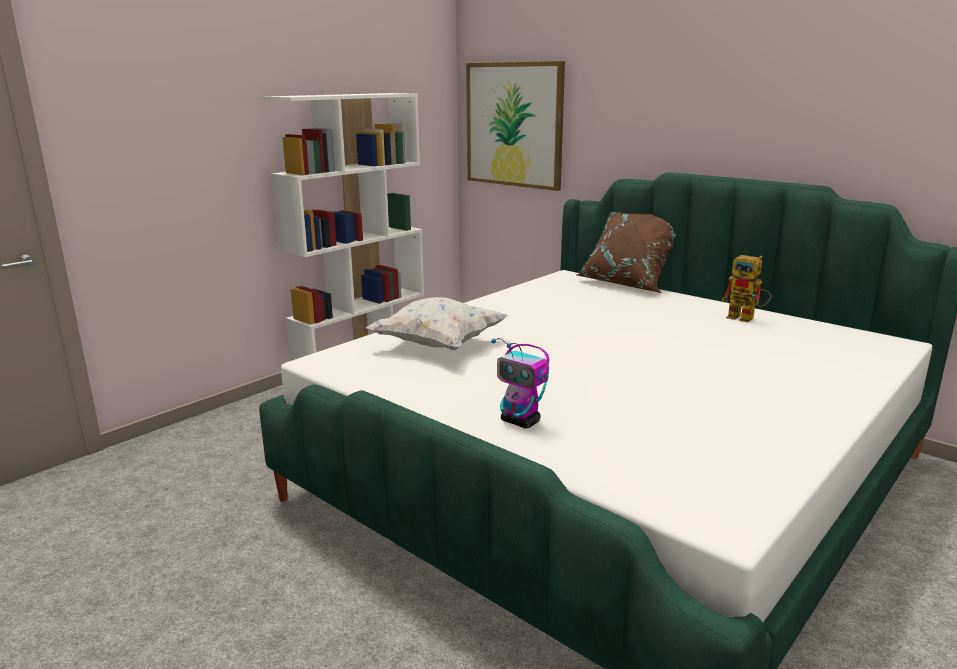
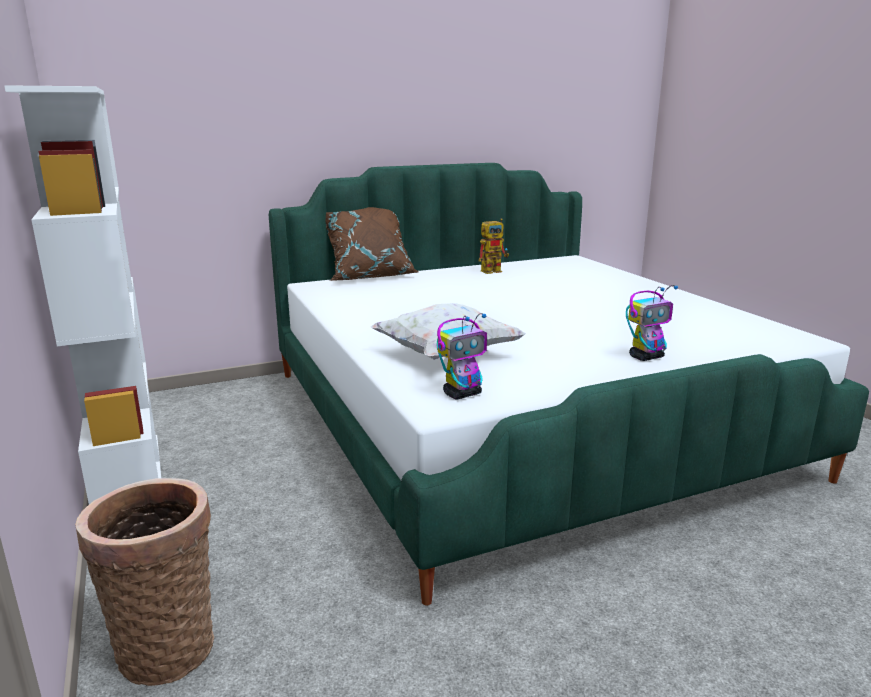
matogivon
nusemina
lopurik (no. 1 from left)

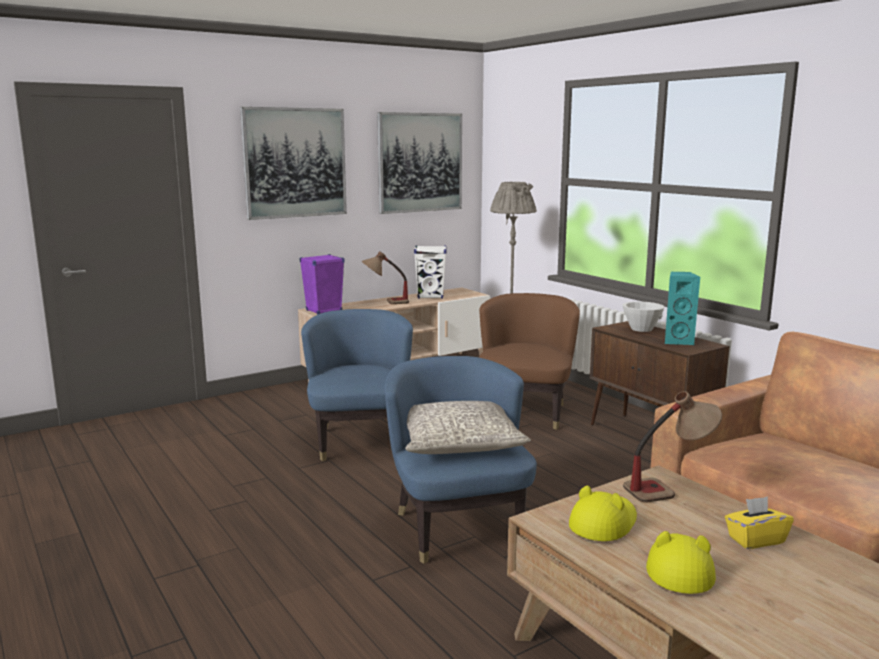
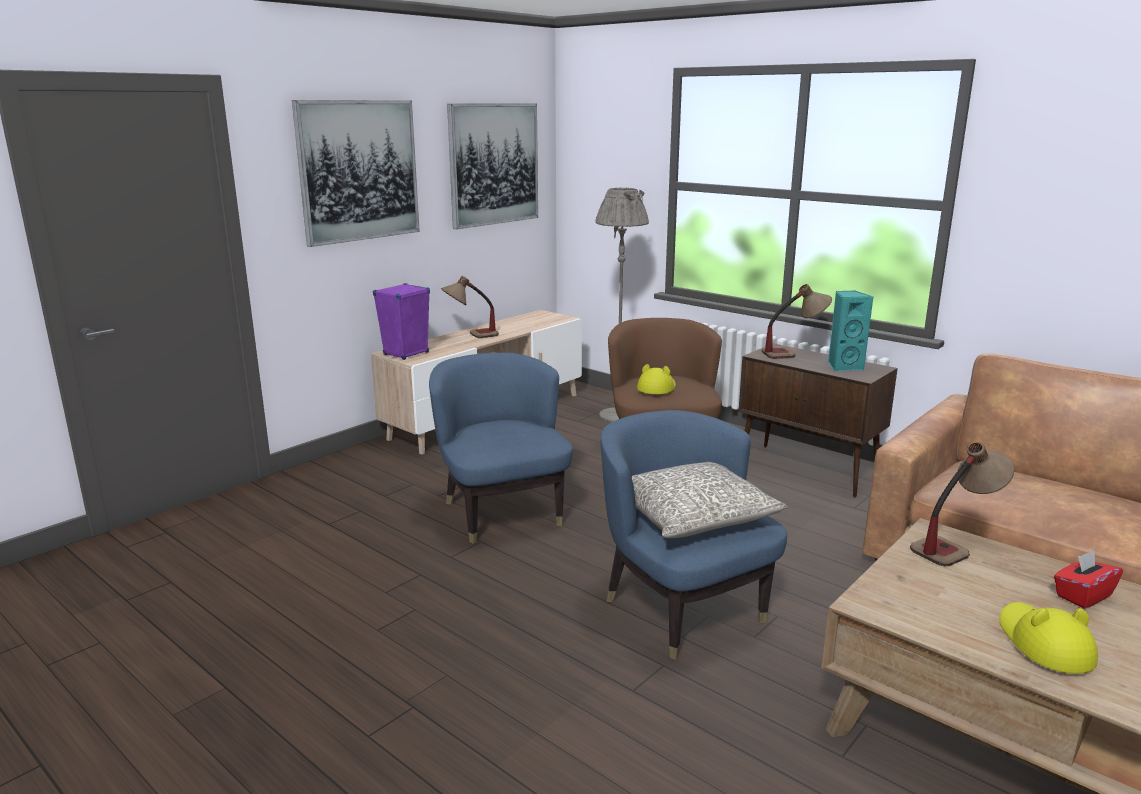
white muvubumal
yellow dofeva (no. 1 from left)
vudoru (no. 2 from left)
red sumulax

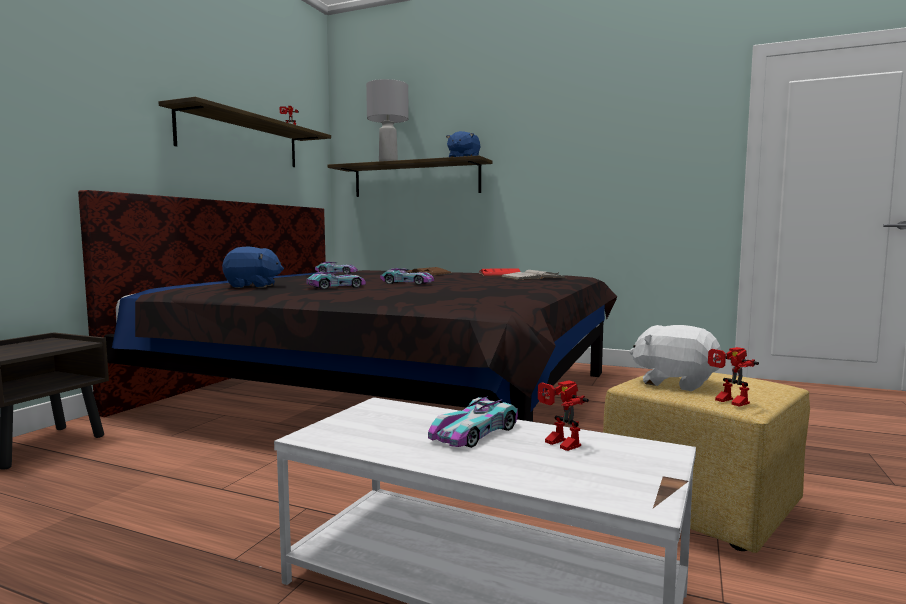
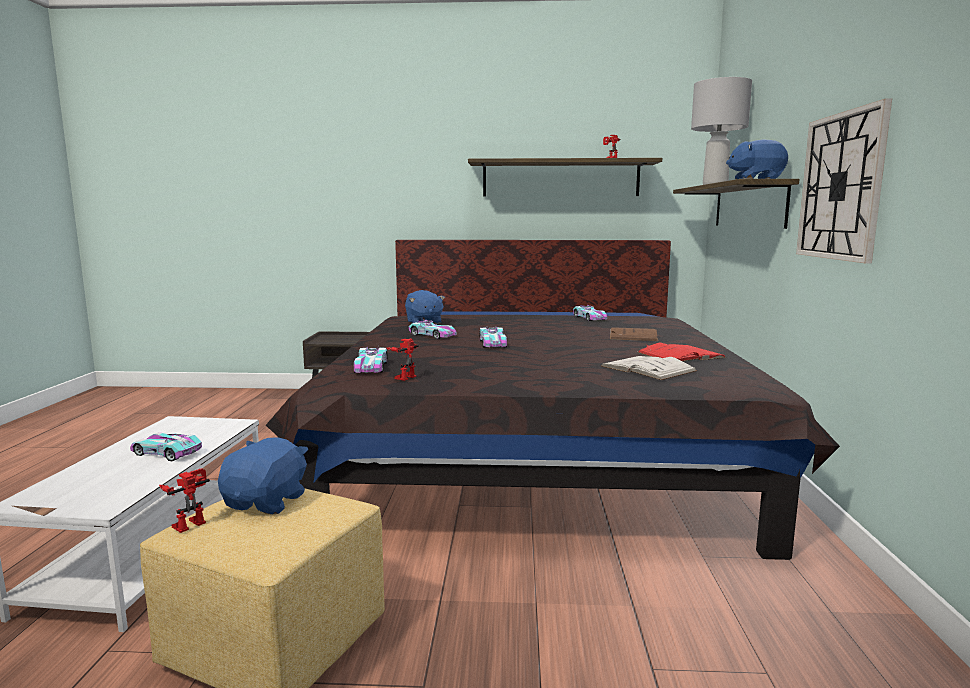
lopurik (no. 2 from left)
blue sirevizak (no. 1 from left)
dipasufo (no. 2 from left)
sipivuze

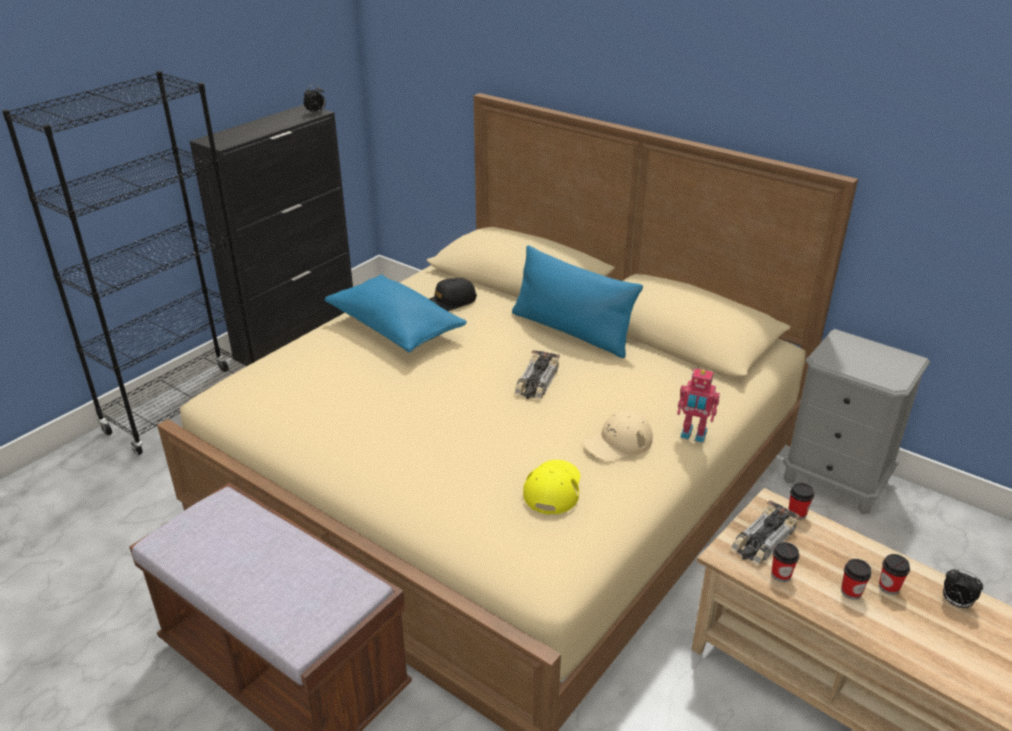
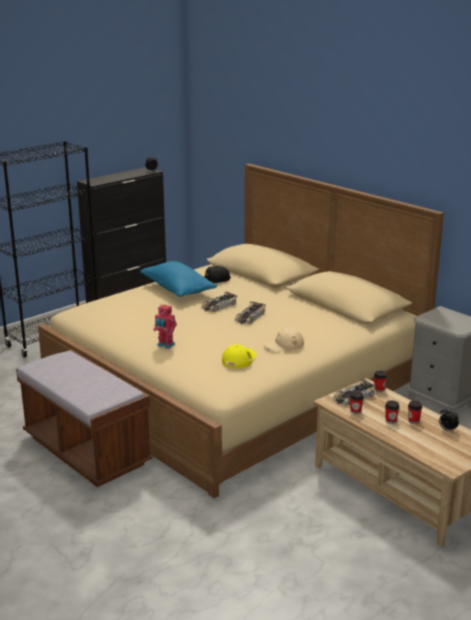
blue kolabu (no. 2 from left in the first image)
lopurik
dipasufo (no. 1 from left)

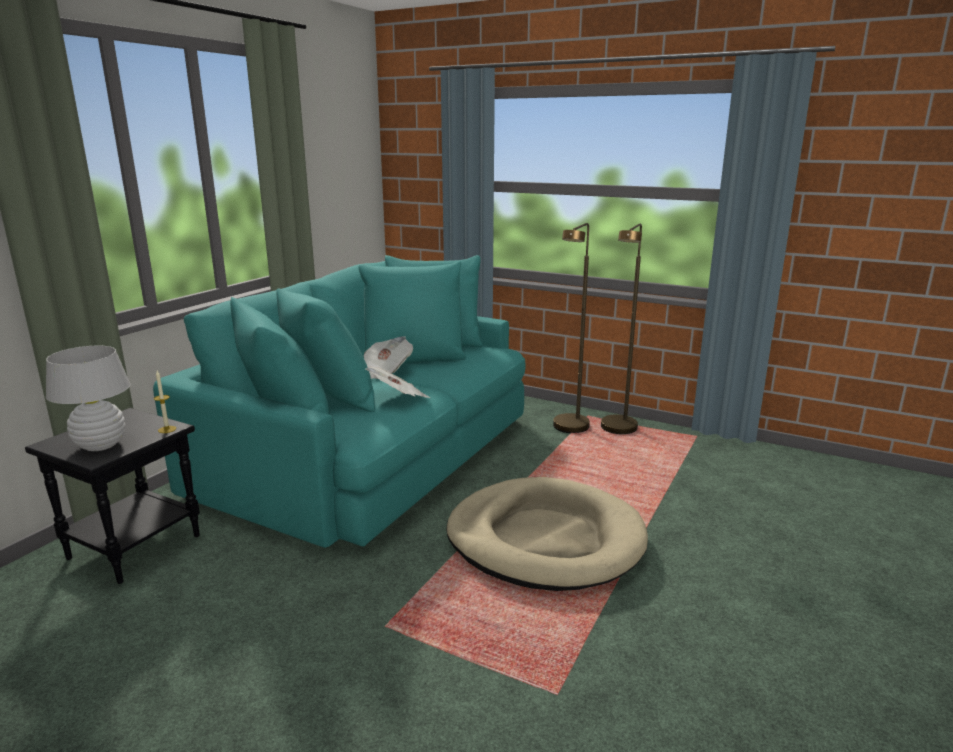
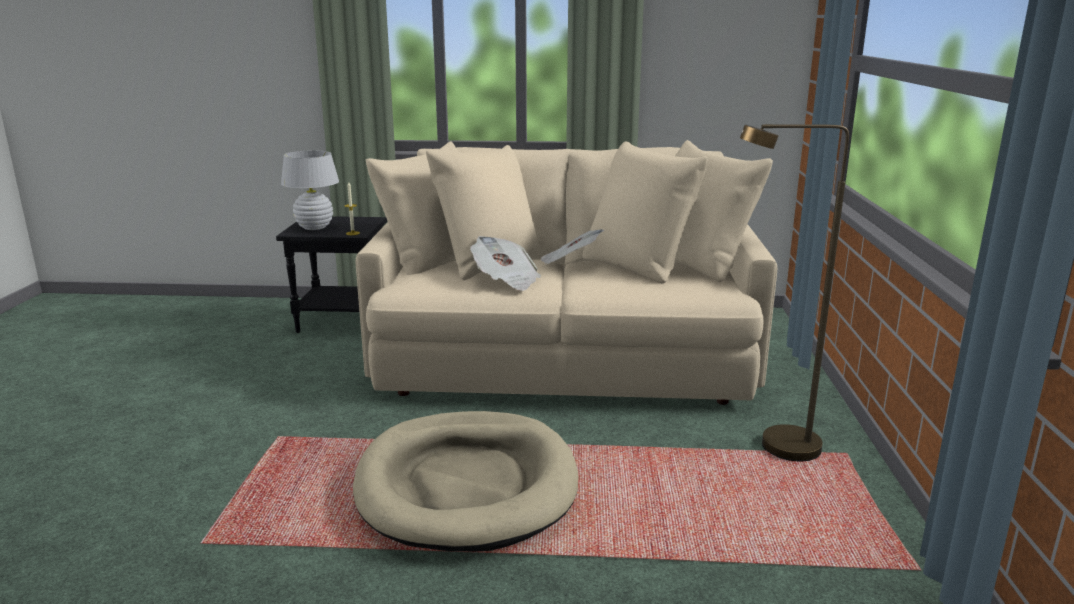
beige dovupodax
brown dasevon (no. 2 from left in the first image)

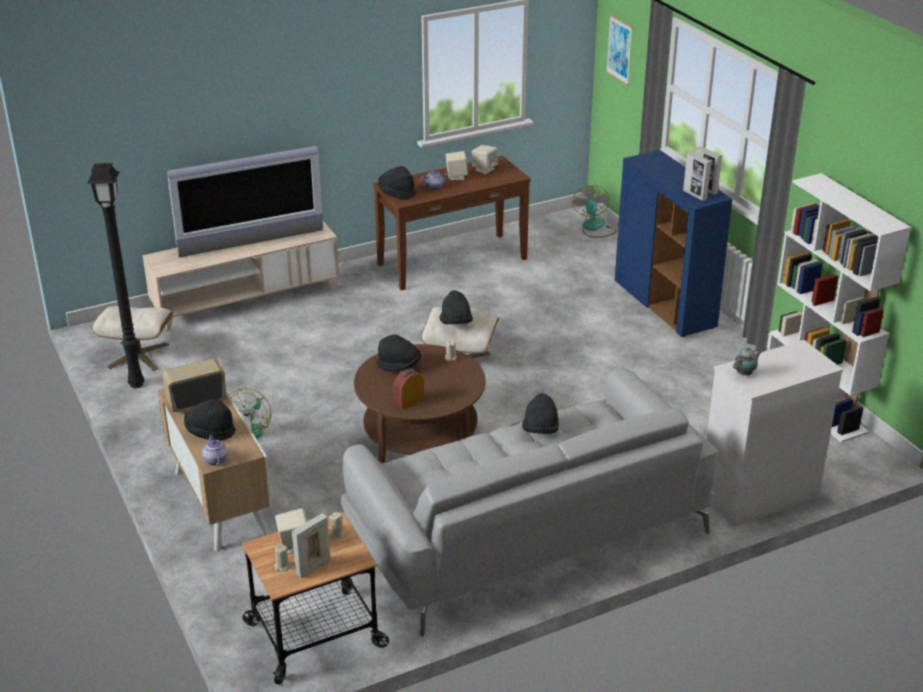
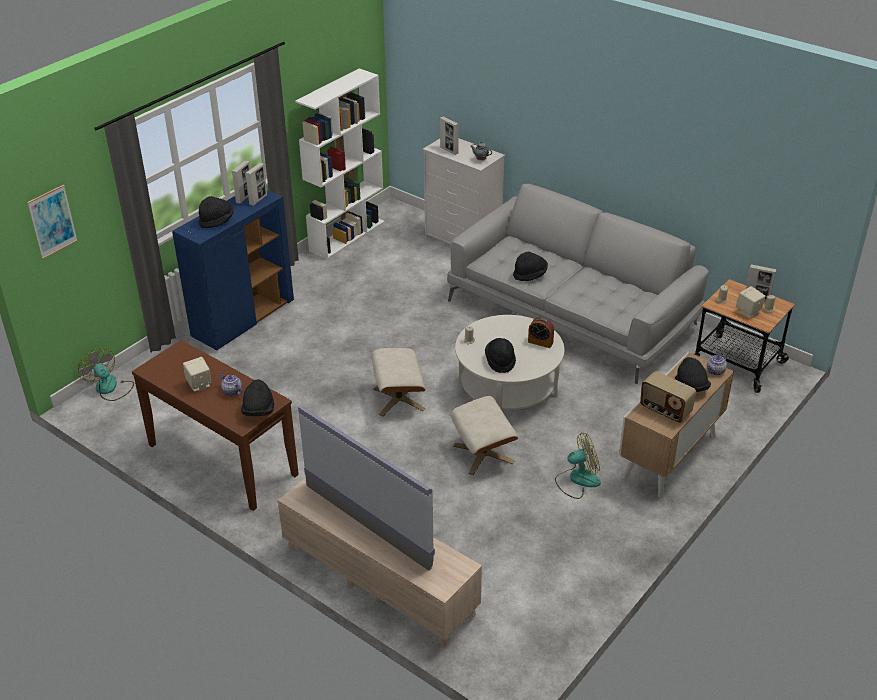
black dasevon
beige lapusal (no. 2 from left)
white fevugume
black dofeva (no. 1 from left)
beige muvubumal (no. 3 from left in the first image)
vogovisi (no. 1 from left)
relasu (no. 3 from left)

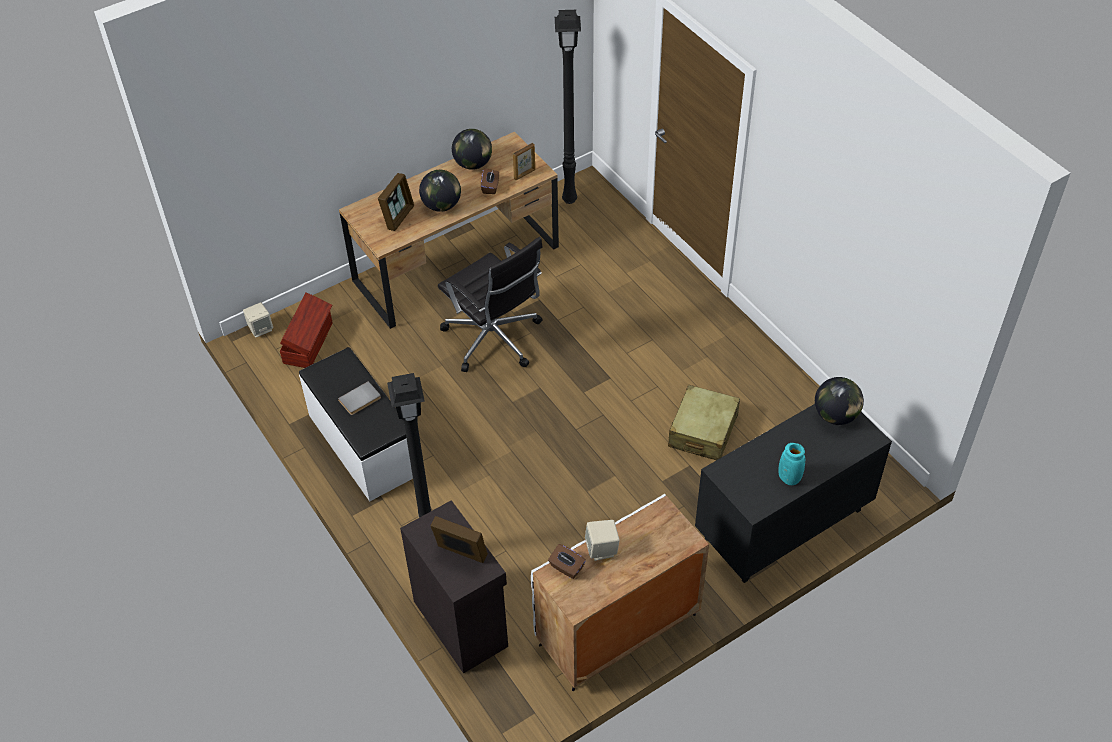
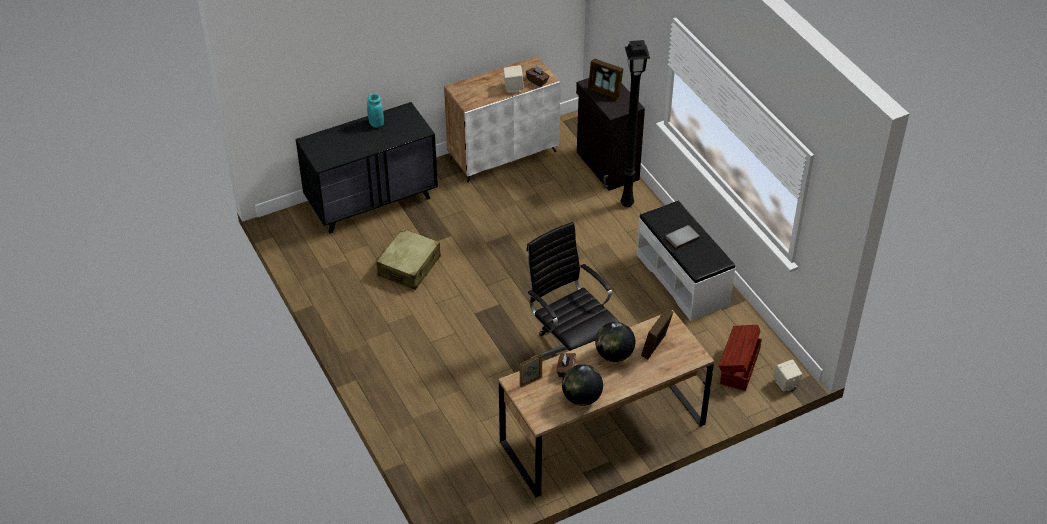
black dasevon (no. 2 from left in the first image)
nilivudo (no. 3 from left in the first image)

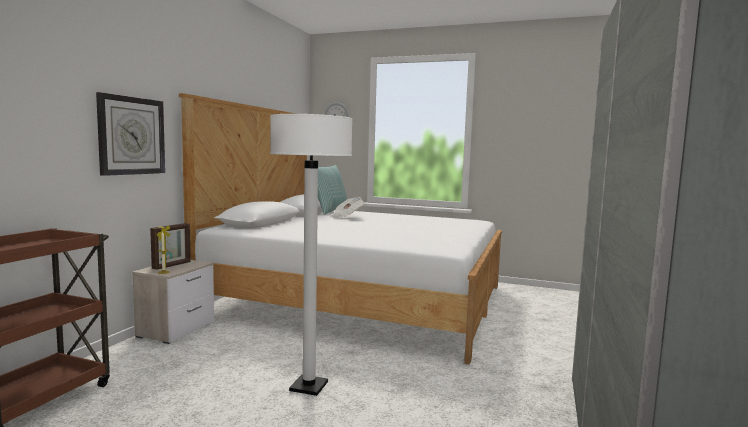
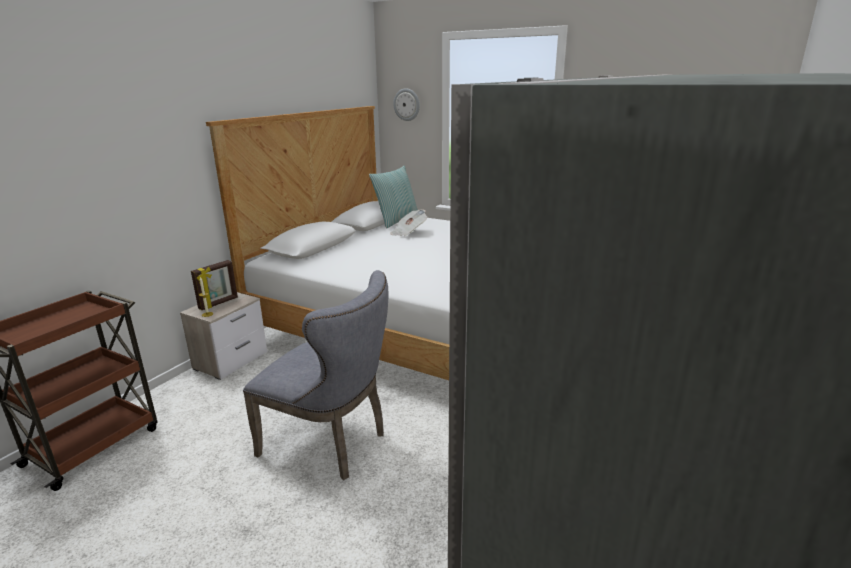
sipivuze (no. 1 from left in the first image)
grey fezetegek

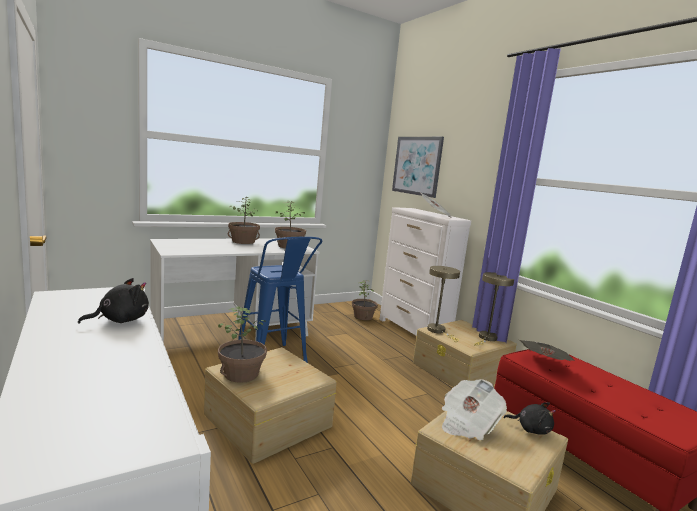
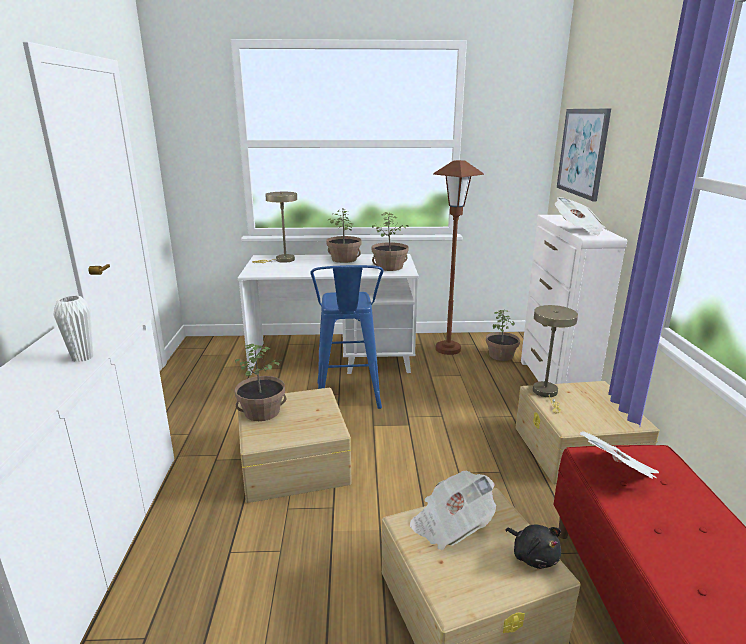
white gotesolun
beige vudoru (no. 1 from left)
brown dasevon

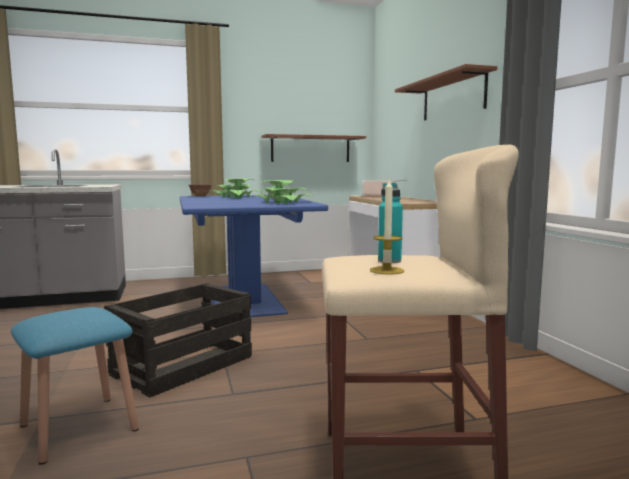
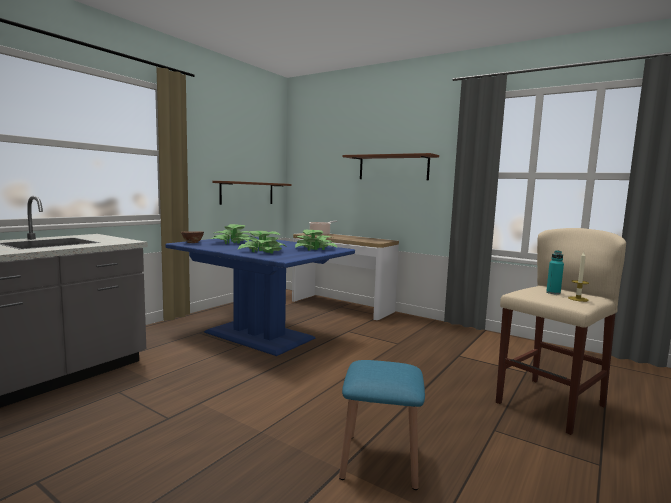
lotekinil
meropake (no. 2 from left)

